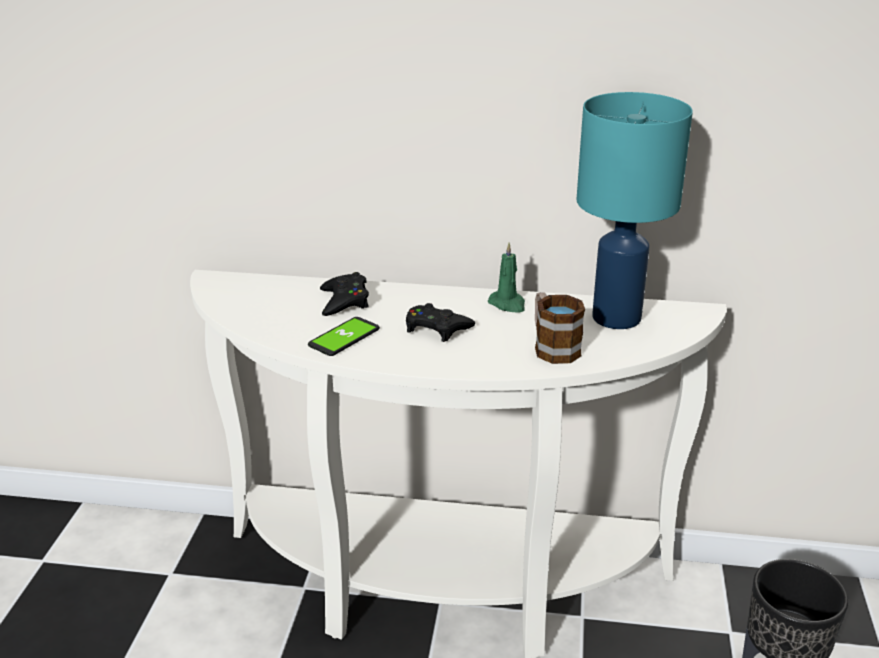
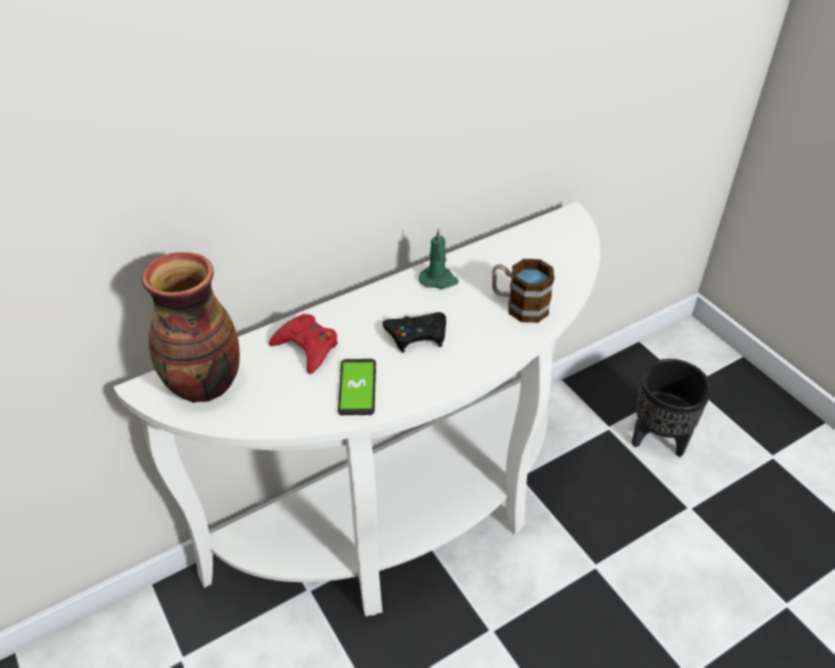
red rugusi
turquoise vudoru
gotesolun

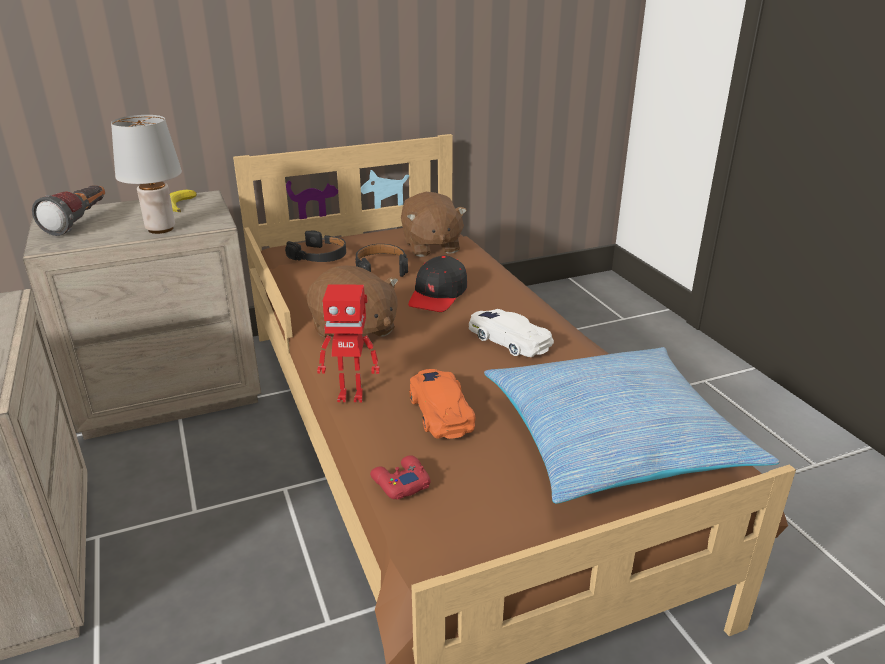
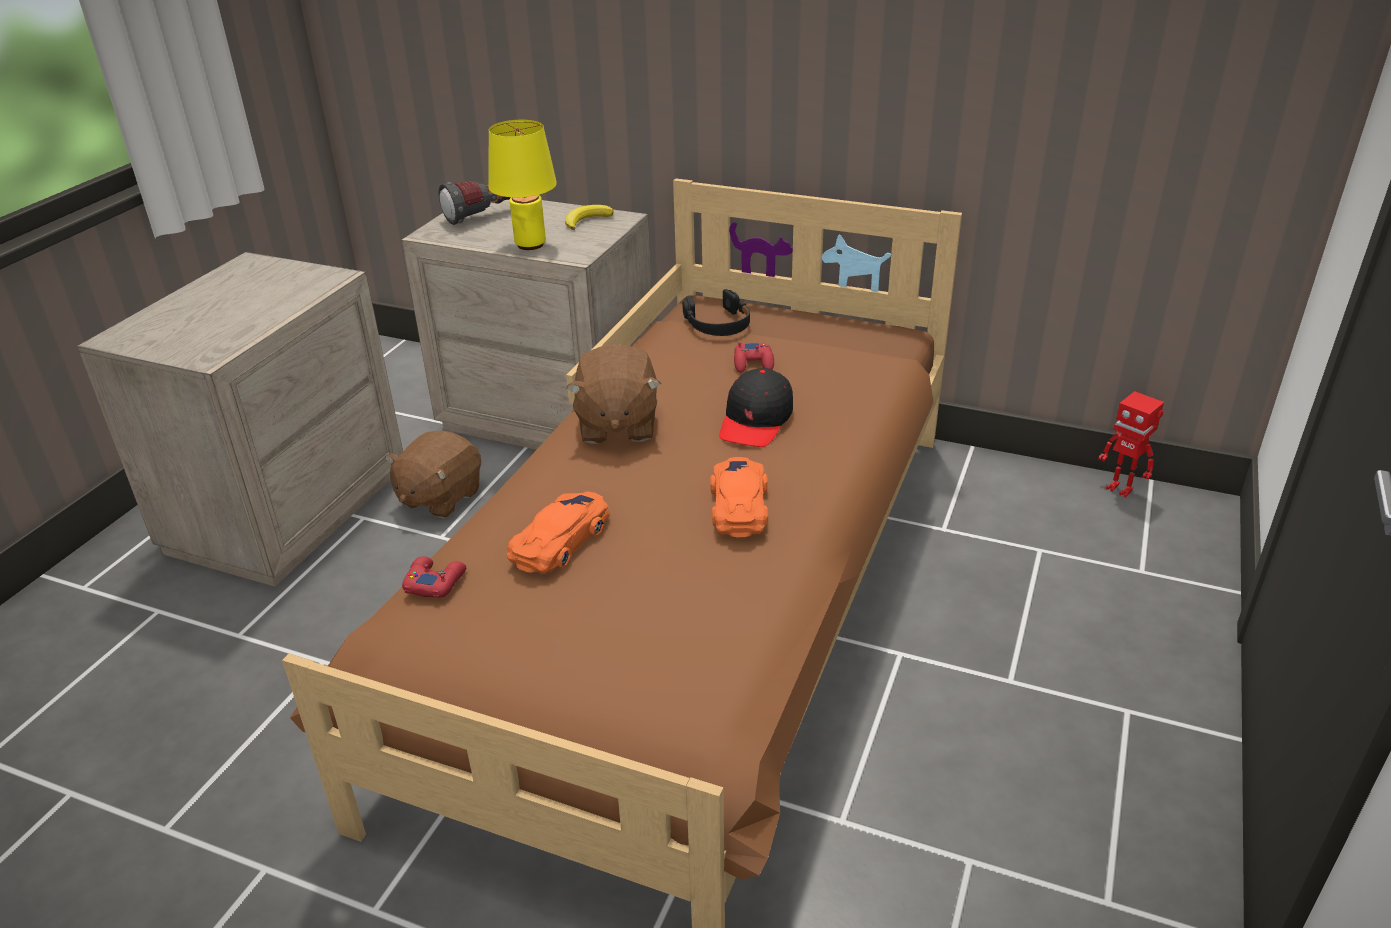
yellow vudoru
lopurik
red rugusi (no. 2 from left)
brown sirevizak (no. 1 from left)
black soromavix
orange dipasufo (no. 2 from left)
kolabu

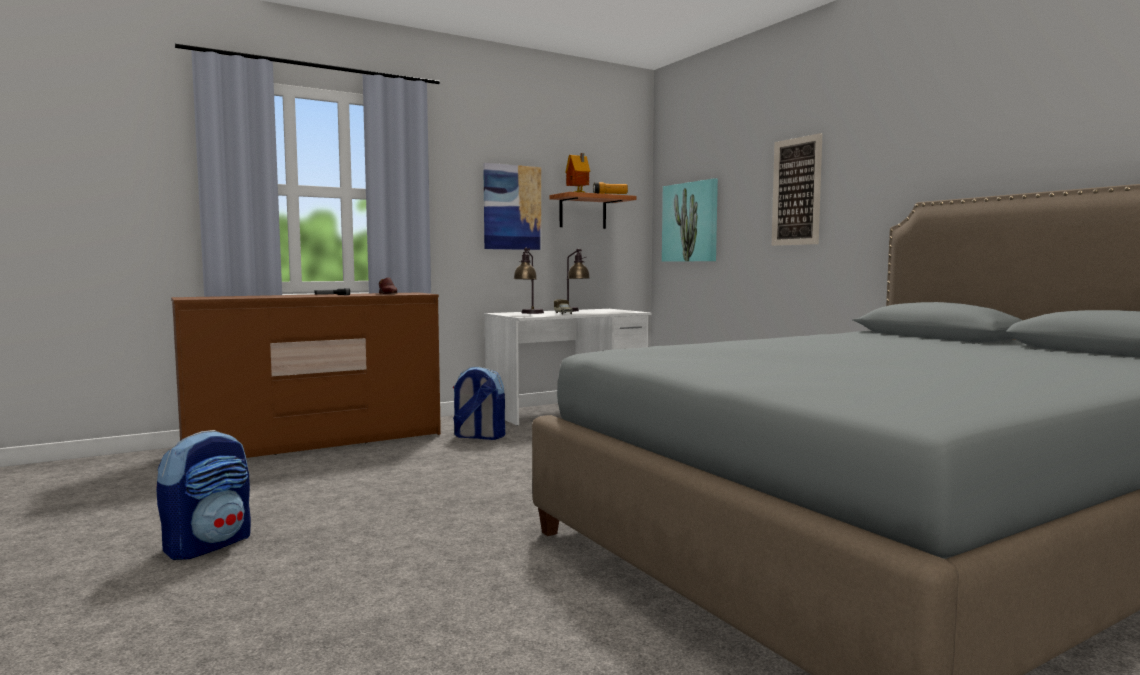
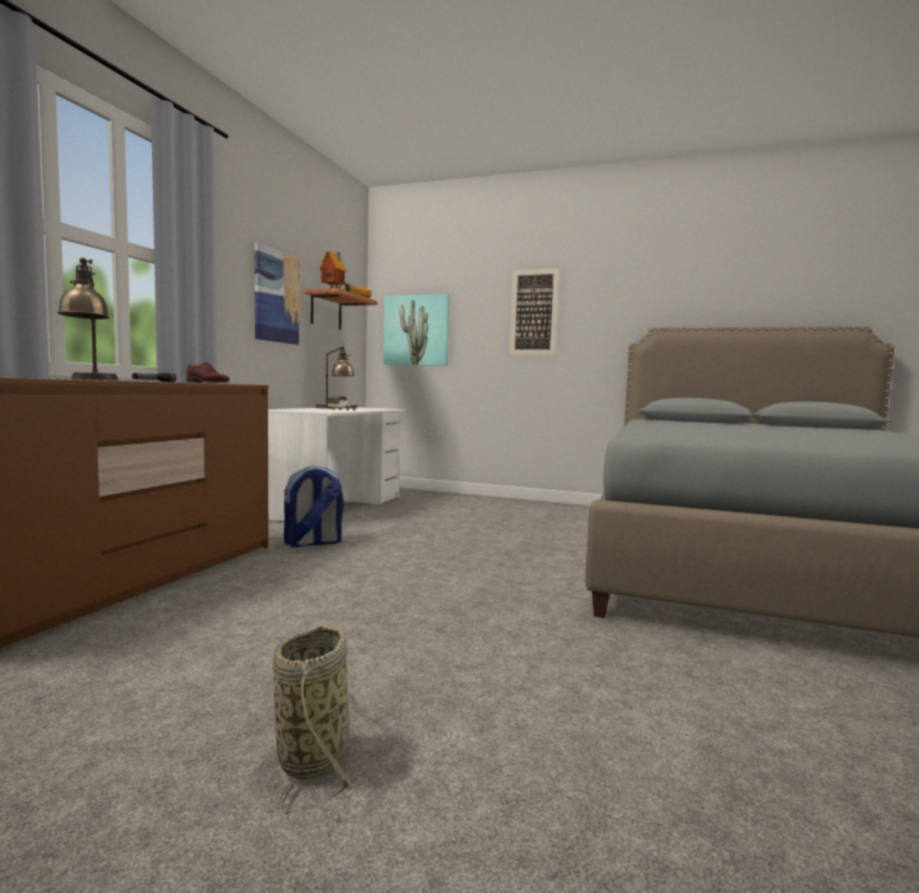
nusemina
vudoru (no. 1 from left)

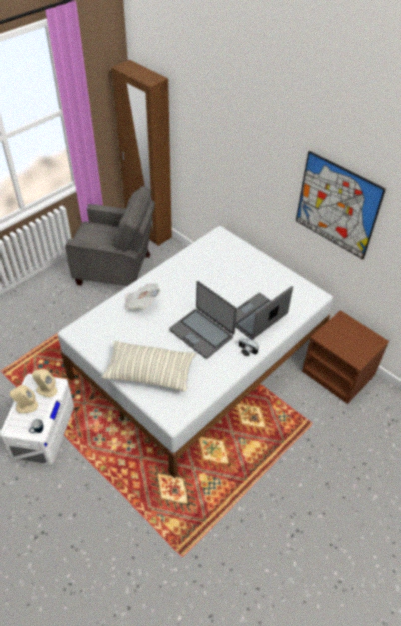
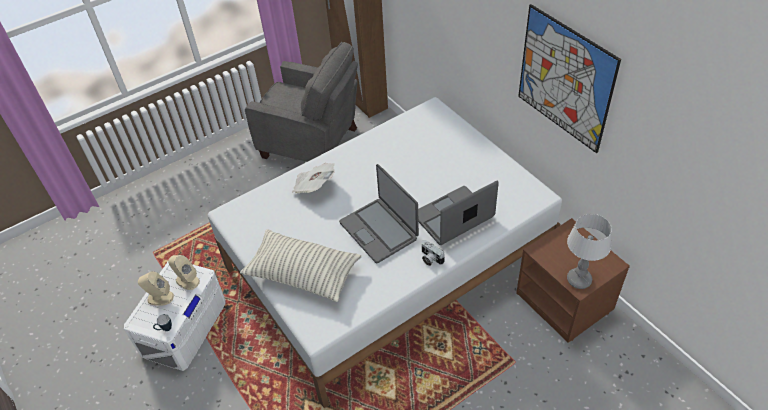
vudoru

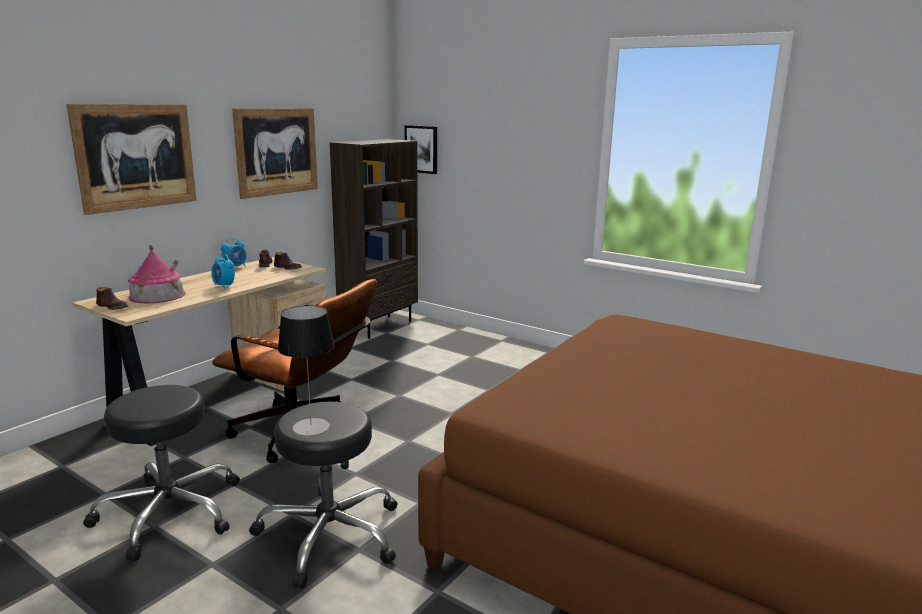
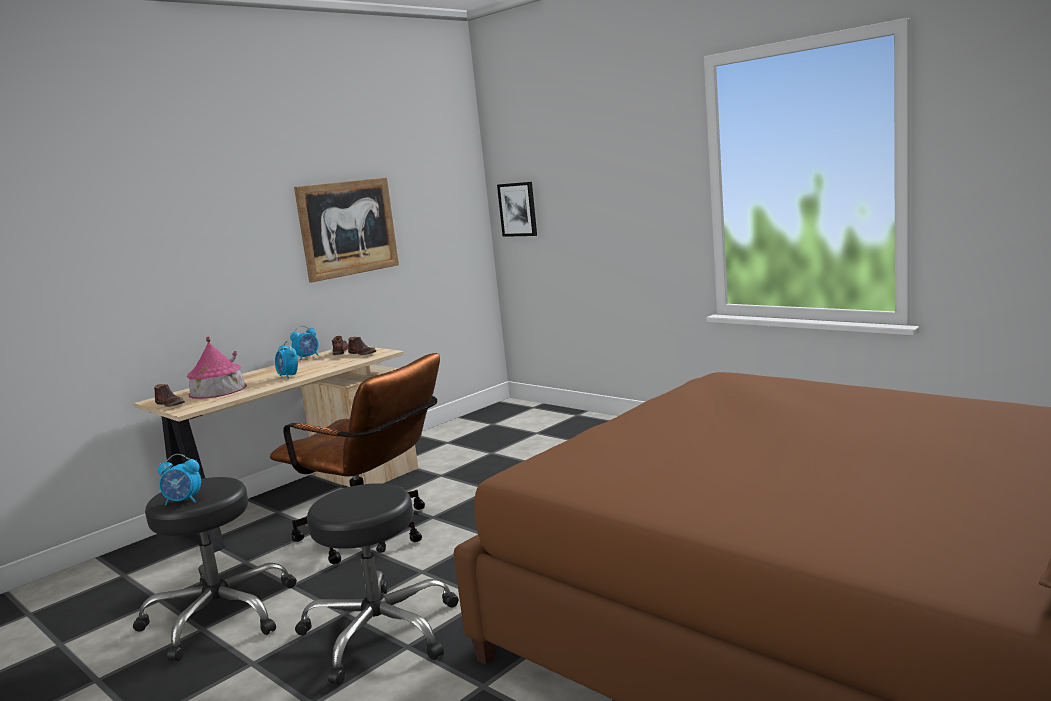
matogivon (no. 1 from left in the first image)
vudoru
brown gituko
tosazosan (no. 1 from left)

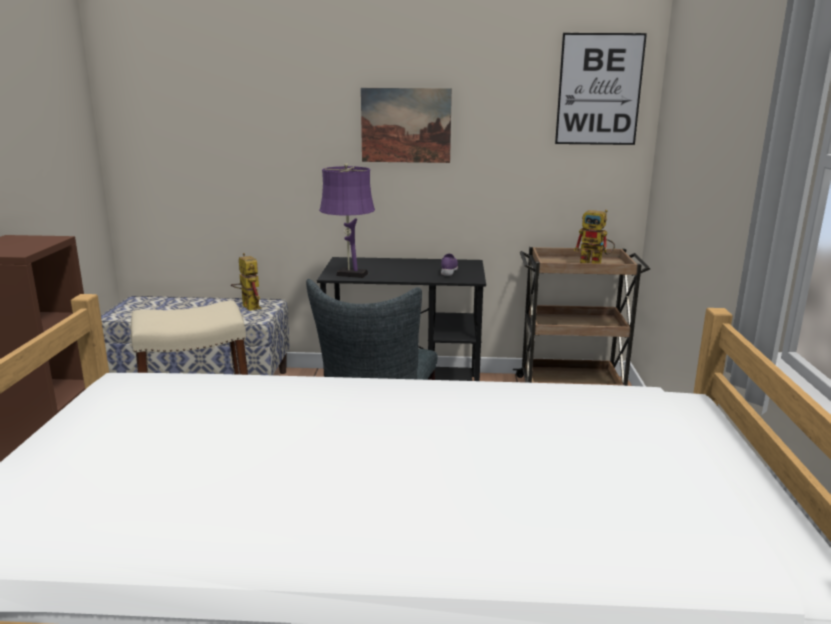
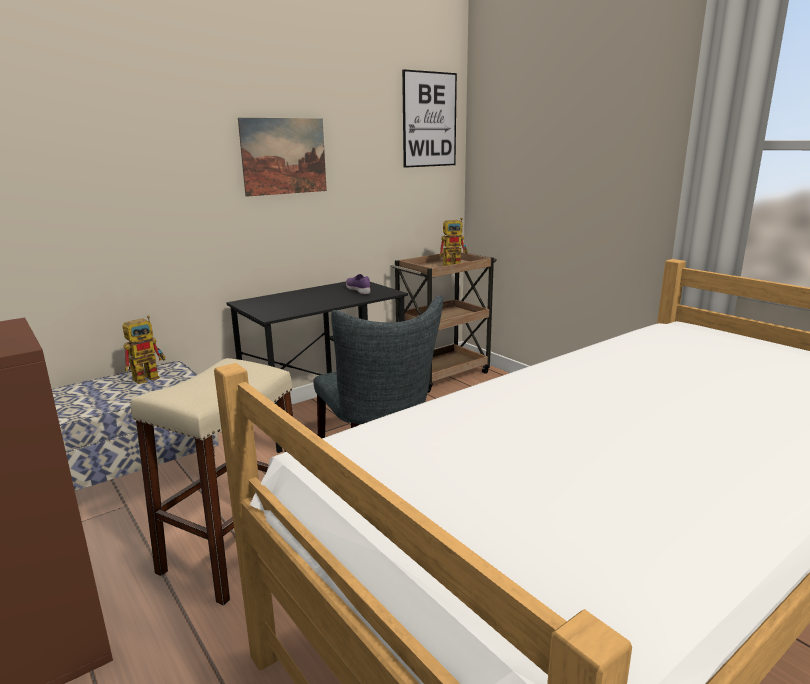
lopurik (no. 1 from left)
purple vudoru

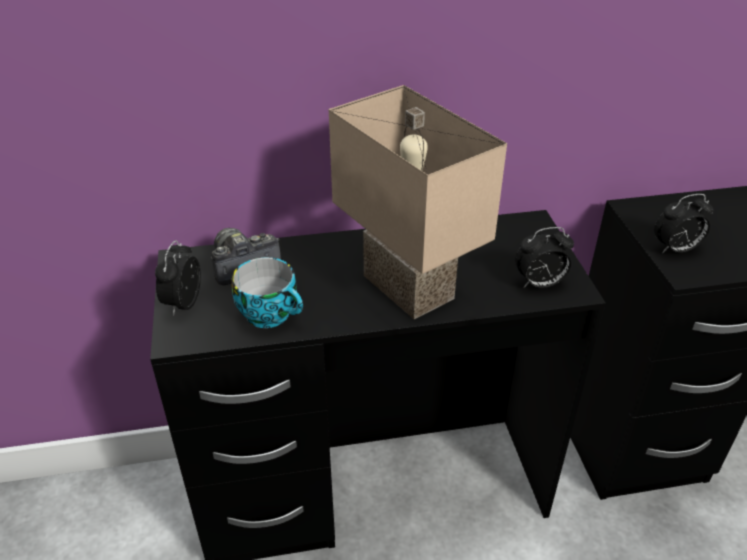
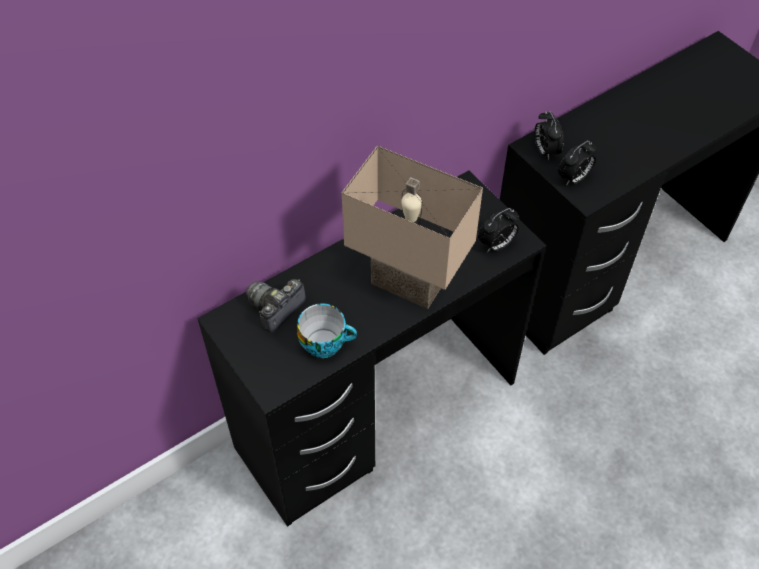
tosazosan (no. 2 from left)

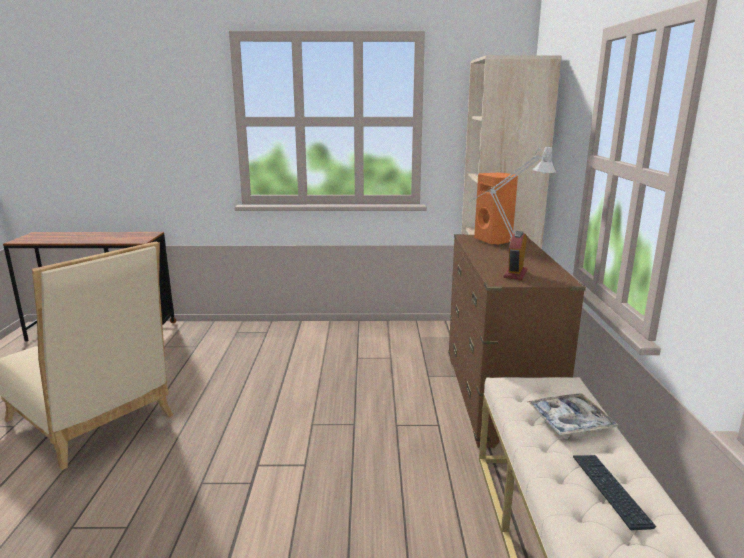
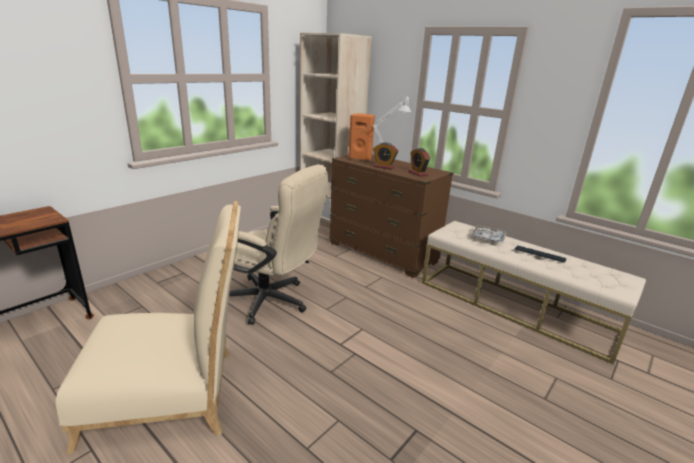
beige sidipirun
tosazosan (no. 1 from left)

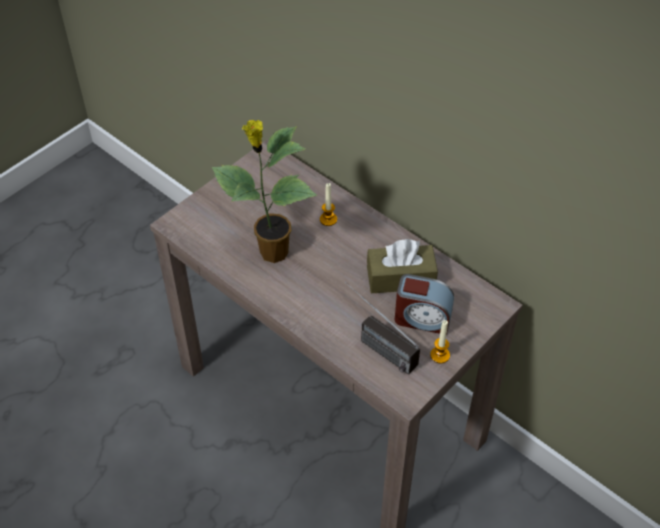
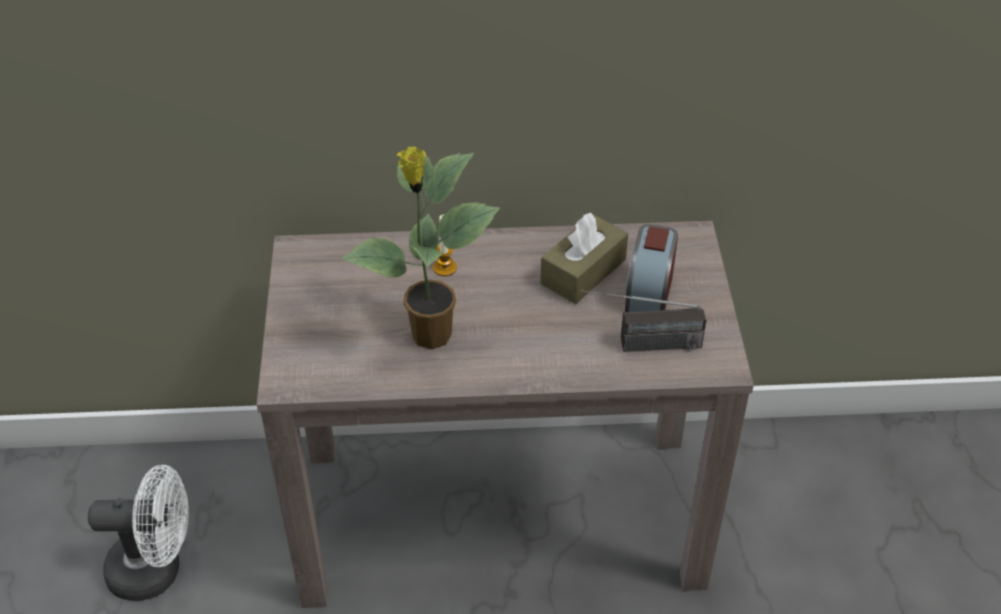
tosazosan
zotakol (no. 2 from left in the first image)
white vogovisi

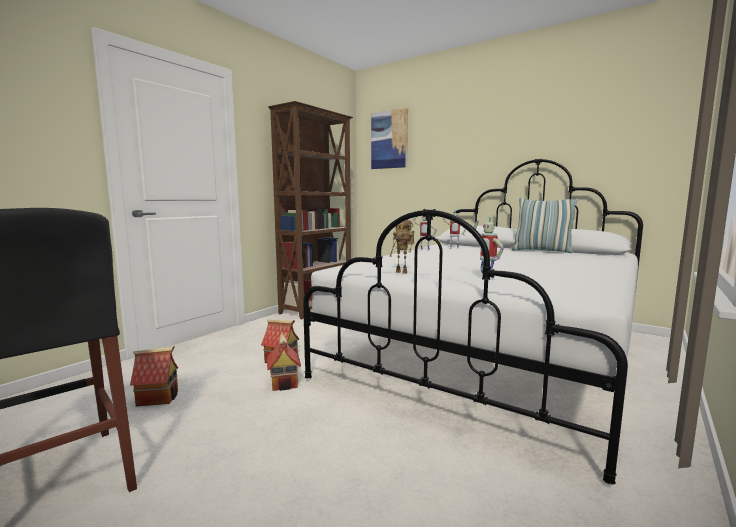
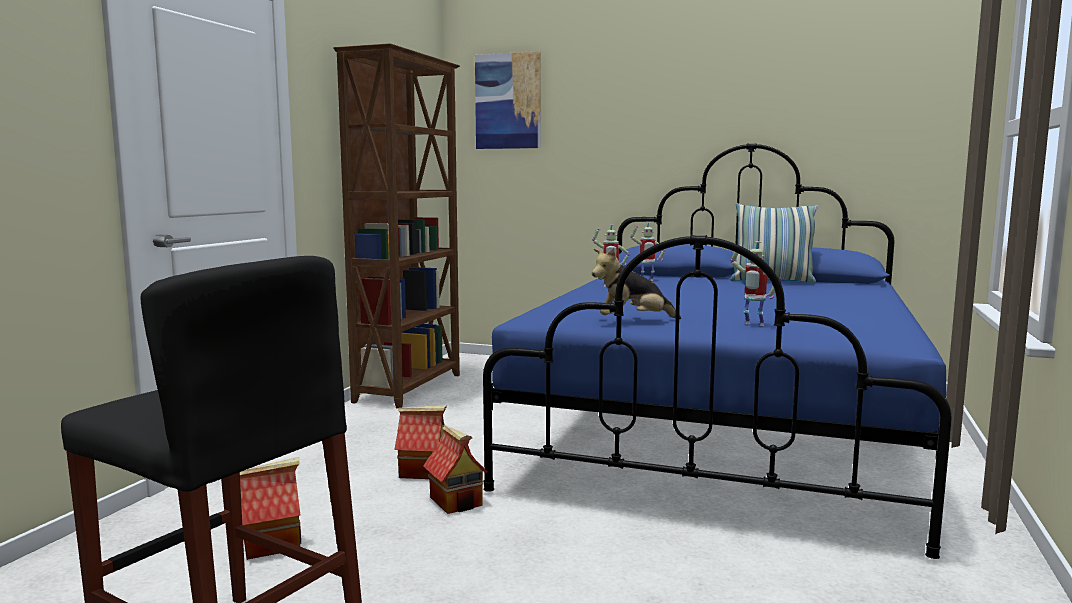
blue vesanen
sirevizak

